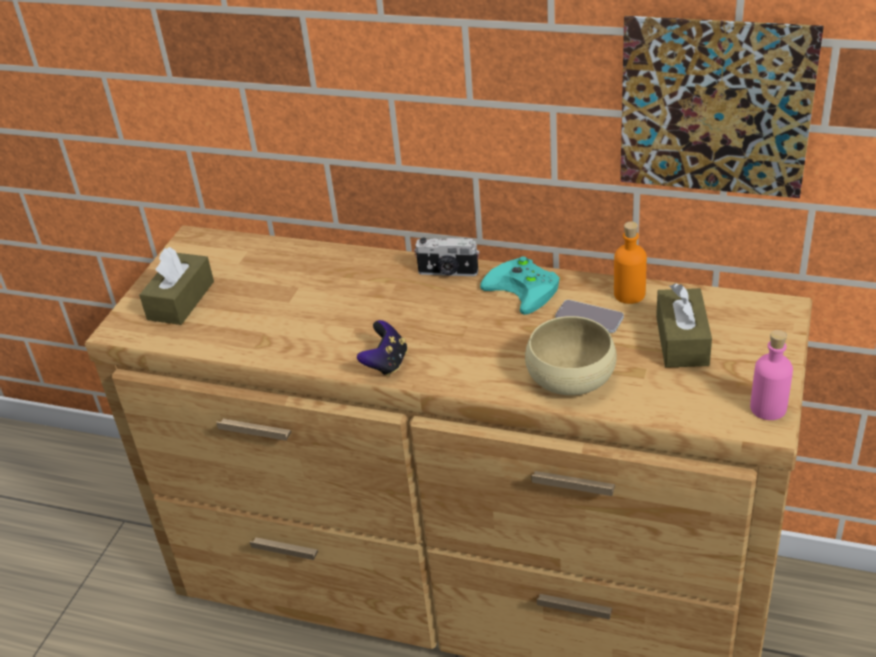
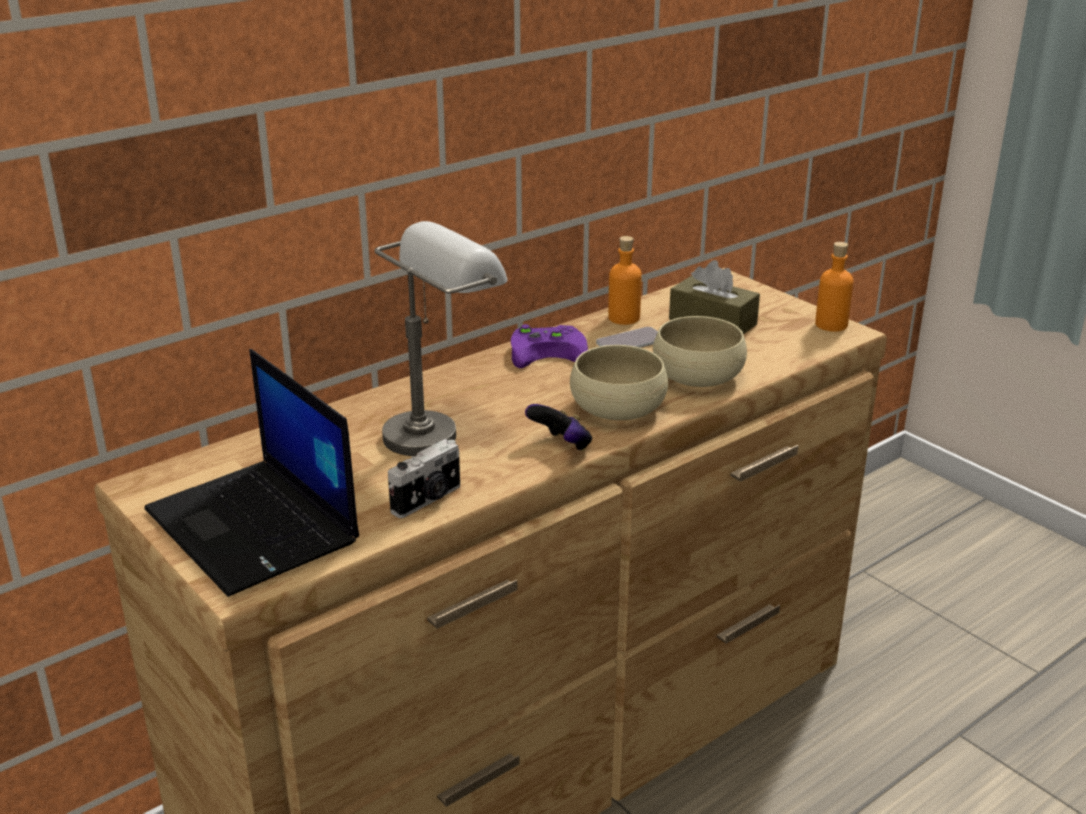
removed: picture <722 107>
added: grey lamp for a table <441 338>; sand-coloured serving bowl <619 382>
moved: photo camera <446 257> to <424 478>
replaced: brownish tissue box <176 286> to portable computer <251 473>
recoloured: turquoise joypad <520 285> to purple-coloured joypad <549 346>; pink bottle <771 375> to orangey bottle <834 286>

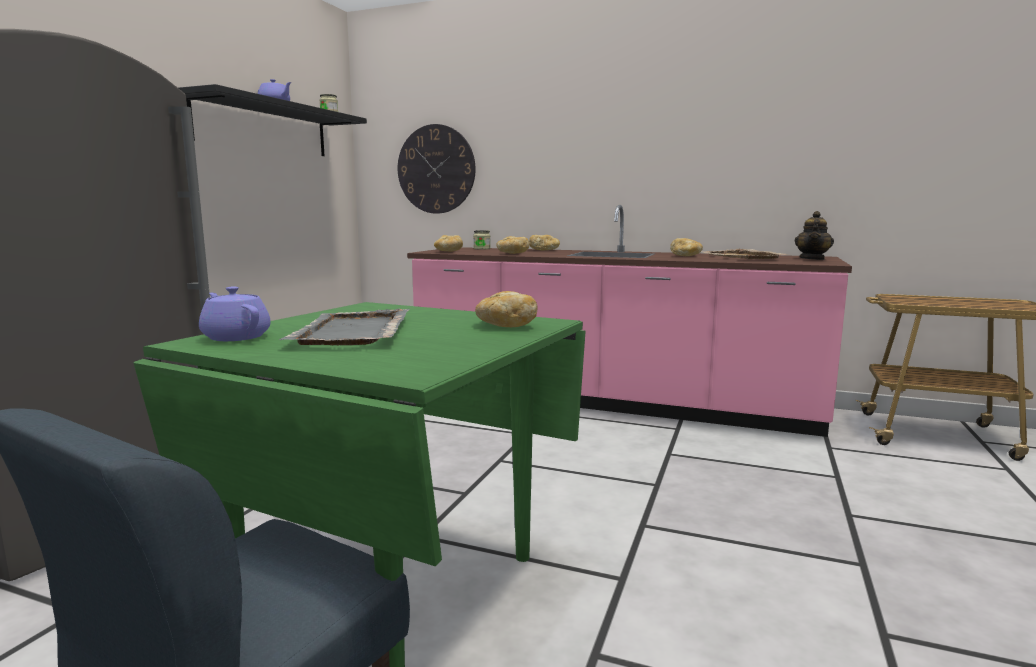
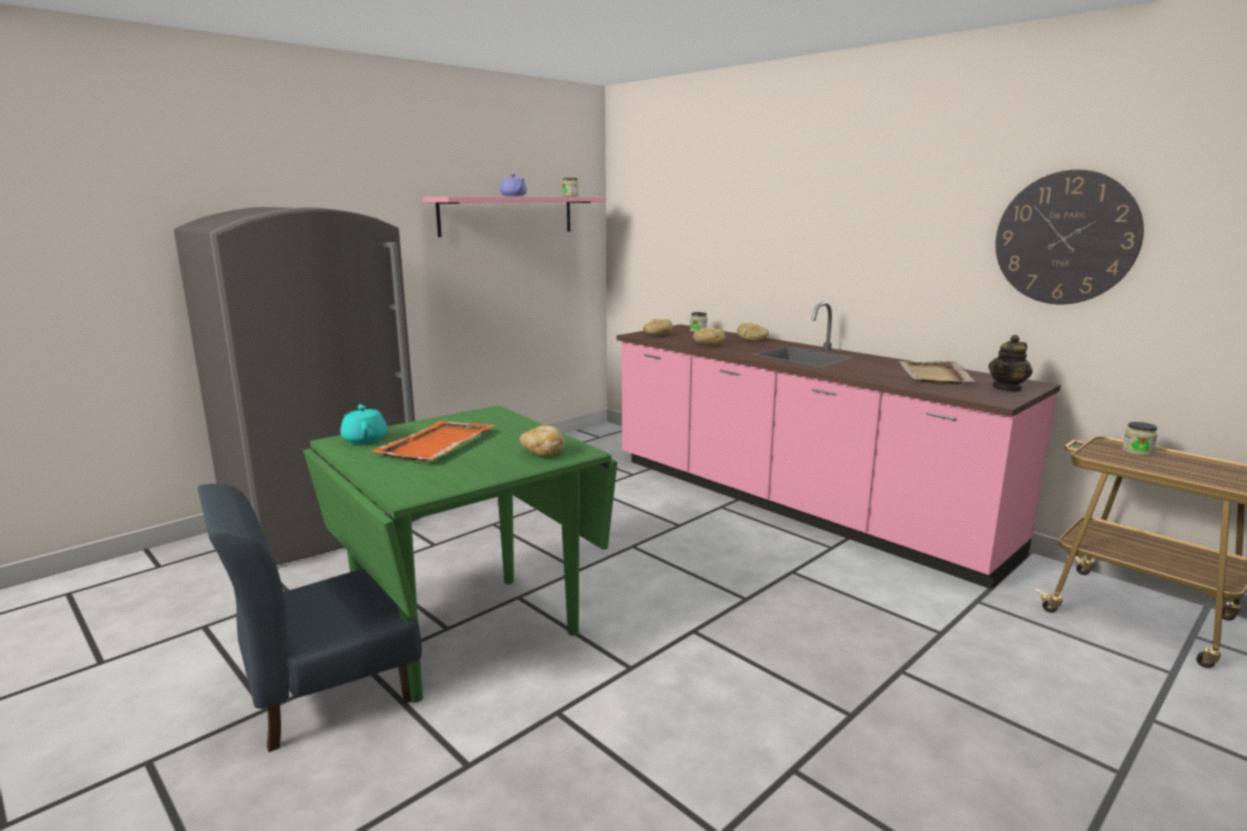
removed: bakery bread <686 247>
added: preserve jar <1140 439>
moved: clock on the wall <437 168> to <1069 237>
recoloured: blackish shelf <273 120> to pink shelf <514 217>; purple-coloured pot for tea <235 313> to turquoise pot for tea <363 424>; grey carrying tray <345 326> to orangey carrying tray <432 441>

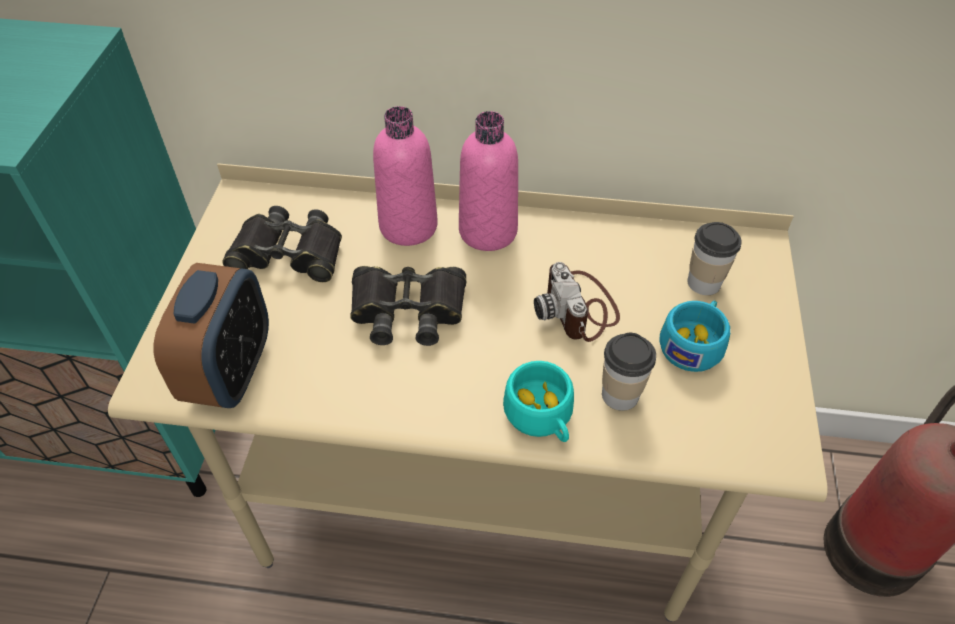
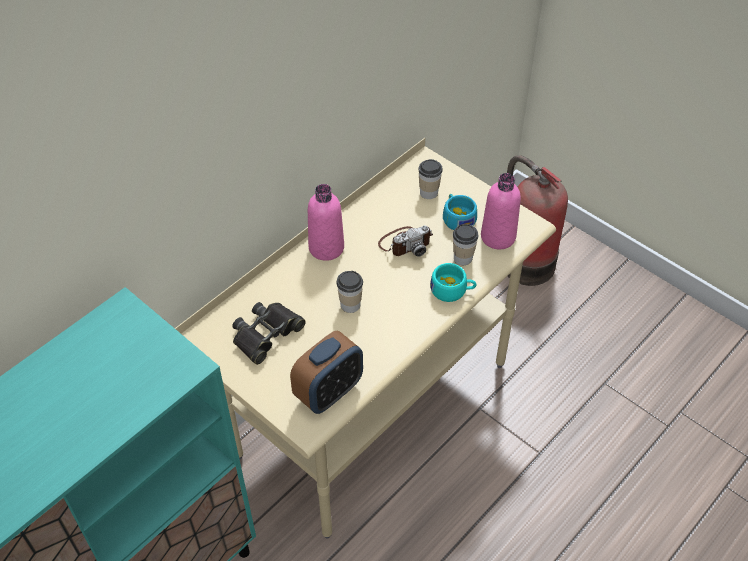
moved: pink bottle <405 176> to <501 211>
replaced: blackish binoculars <408 306> to small cup <349 292>
turned: bedside clock <211 335> = <326 372> 90 degrees clockwise; photo camera <577 302> = <405 241> 45 degrees counterclockwise

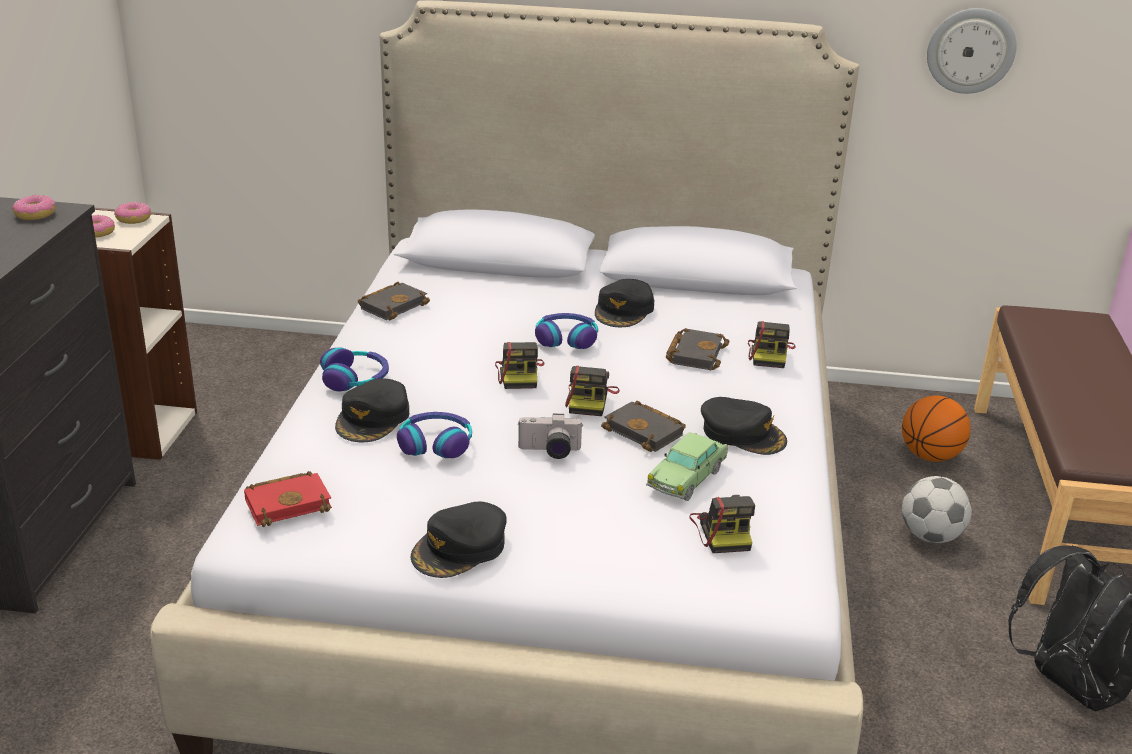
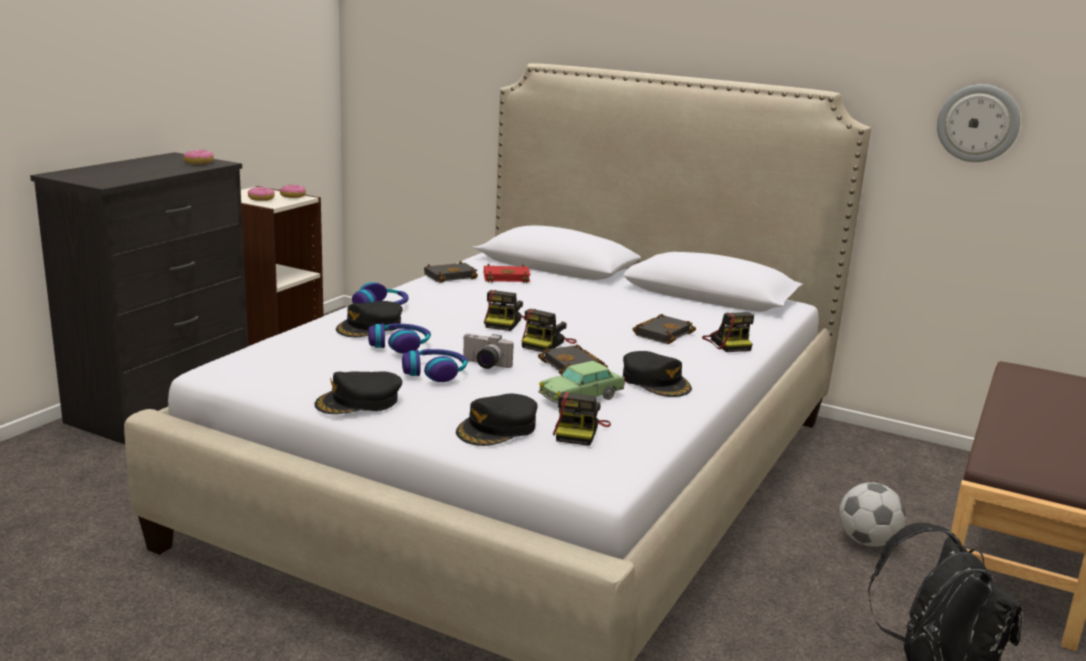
removed: basketball <936 429>
moved: reddish volume <288 499> to <507 273>; headset <566 331> to <435 365>; blackish peaked cap <624 303> to <496 420>
turned: photo camera <772 344> = <728 332> 45 degrees counterclockwise

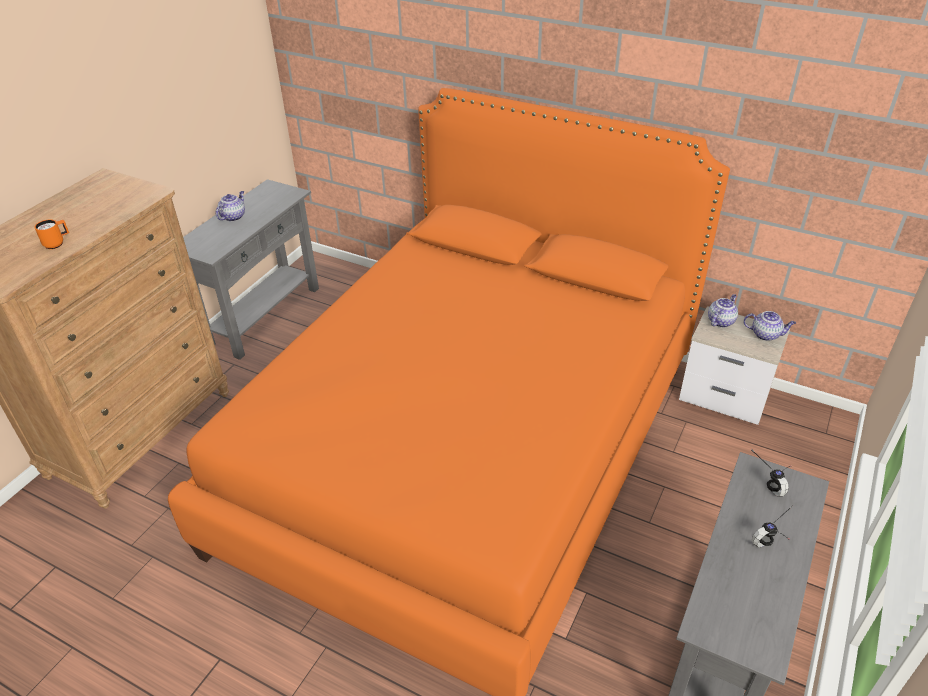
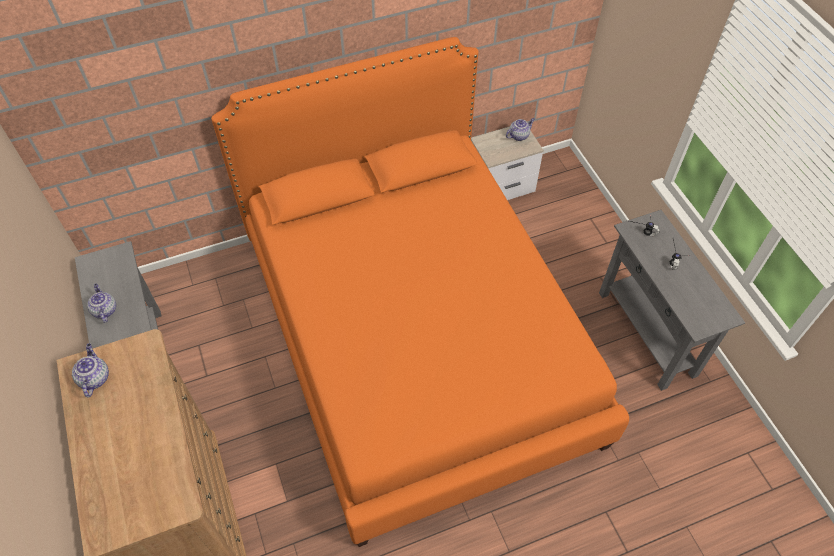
removed: orangey coffee mug <51 234>
moved: pot for tea <723 311> to <90 370>

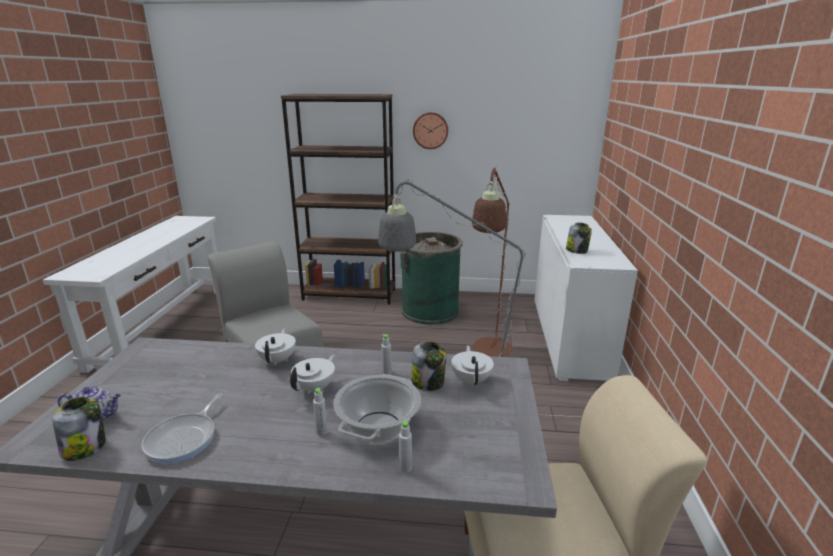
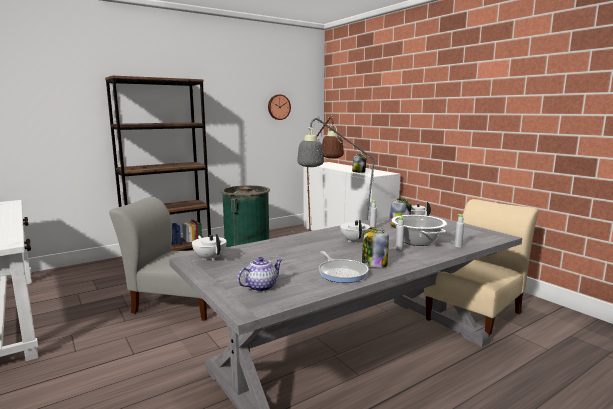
moved: preserve jar <79 429> to <375 247>; white-coloured pot for tea <275 347> to <209 247>; clock on the wall <430 130> to <279 107>

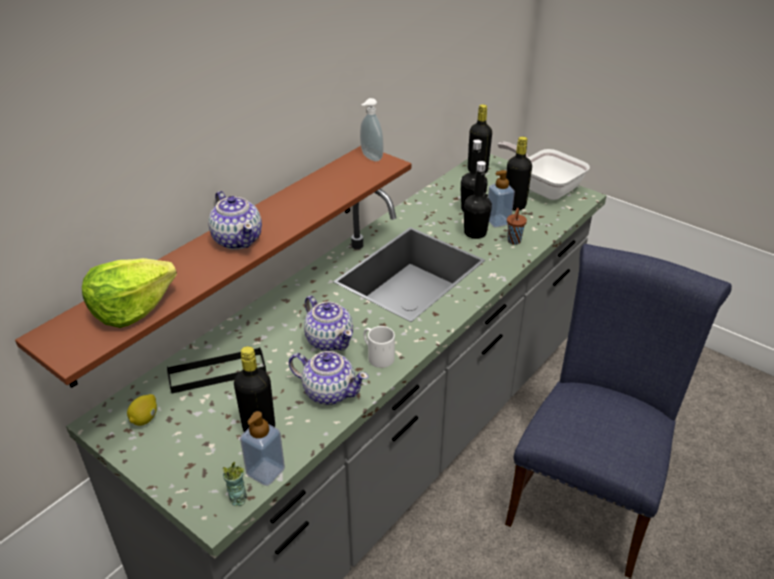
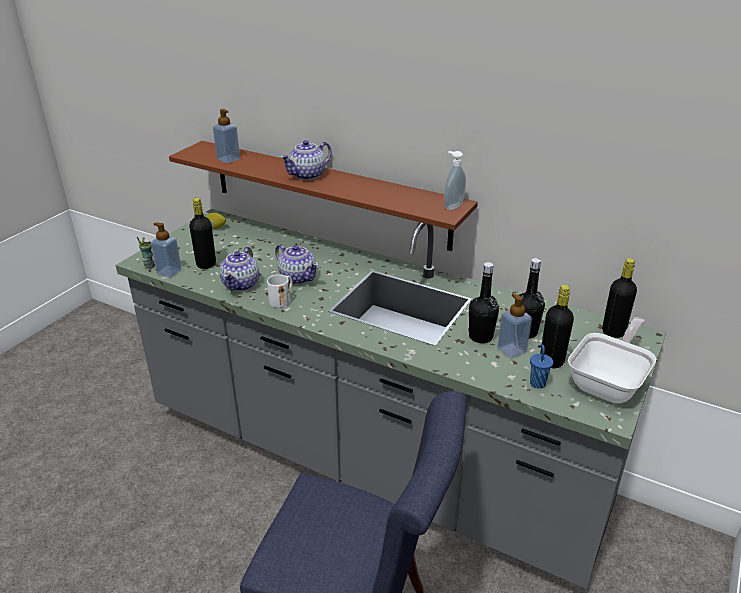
removed: blackish carrying tray <216 370>; brownish small cup <517 226>
added: blue small cup <541 366>
replaced: lettuce <129 293> to liquid soap bottle <226 136>
turned: pot for tea <328 323> = <297 264> 90 degrees counterclockwise

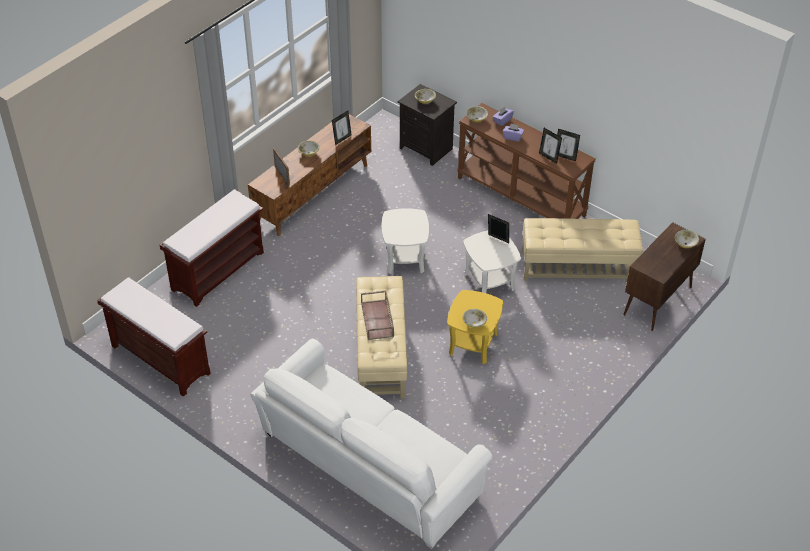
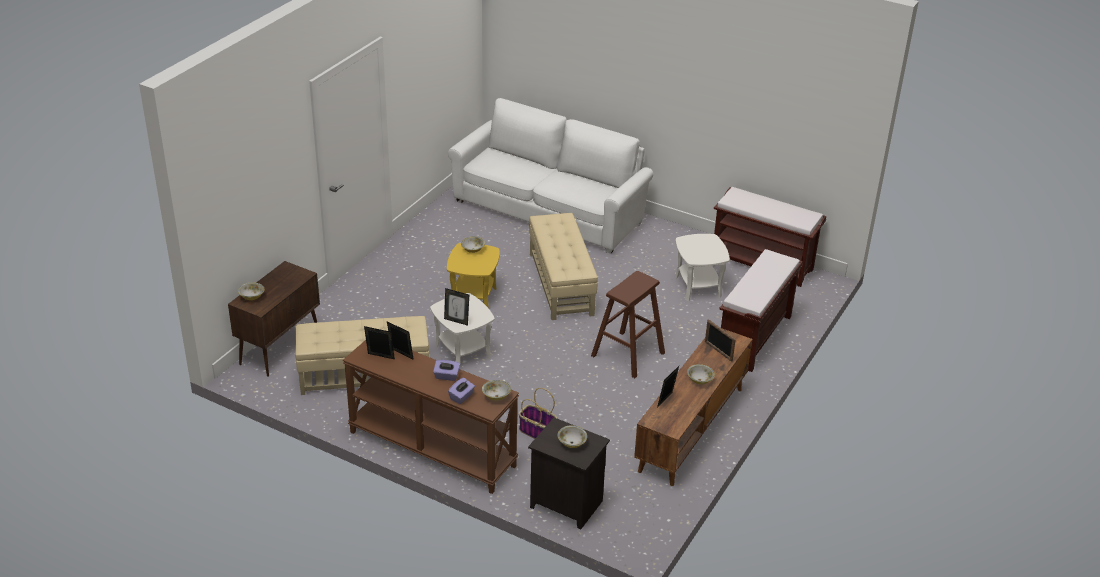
removed: brownish carrying tray <377 315>
added: basket <538 413>; brownish stool <628 324>
moved: white-coloured accent table <405 241> to <702 267>

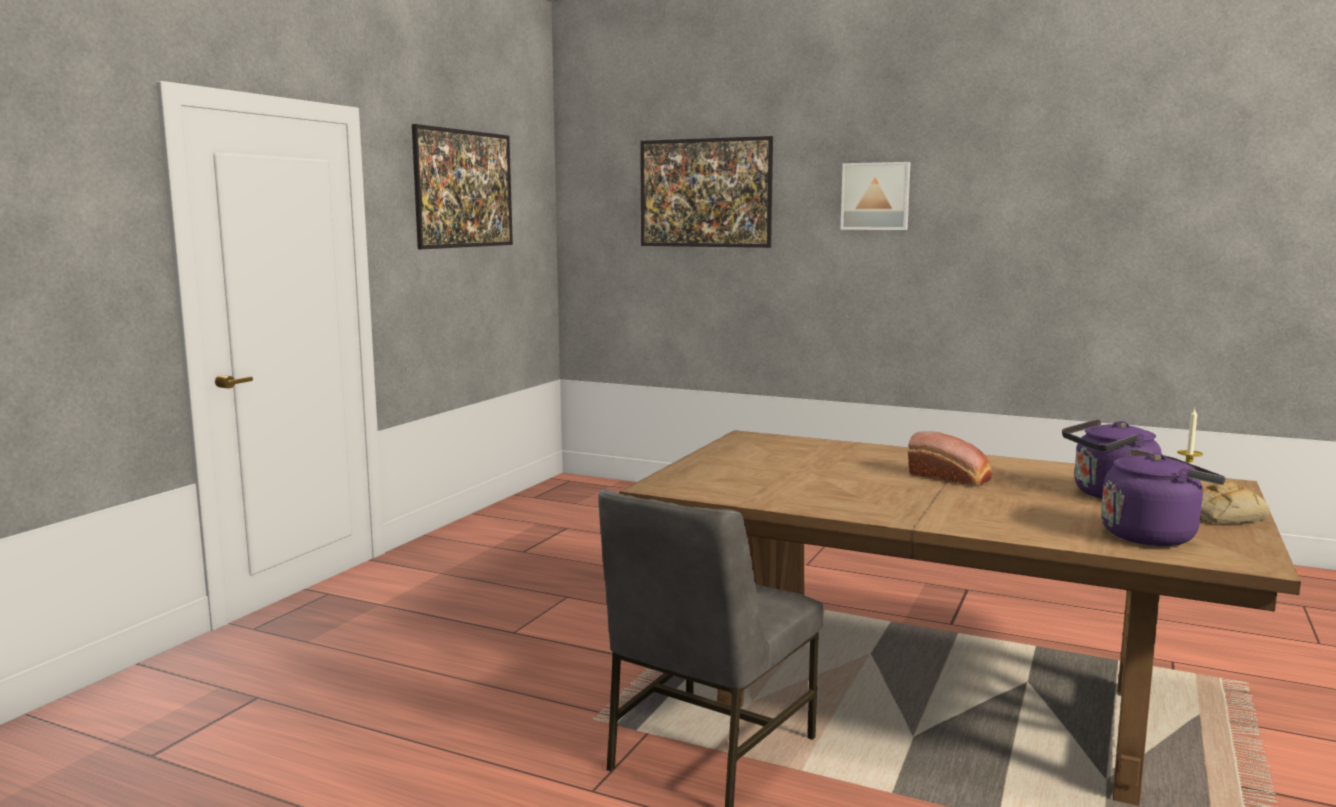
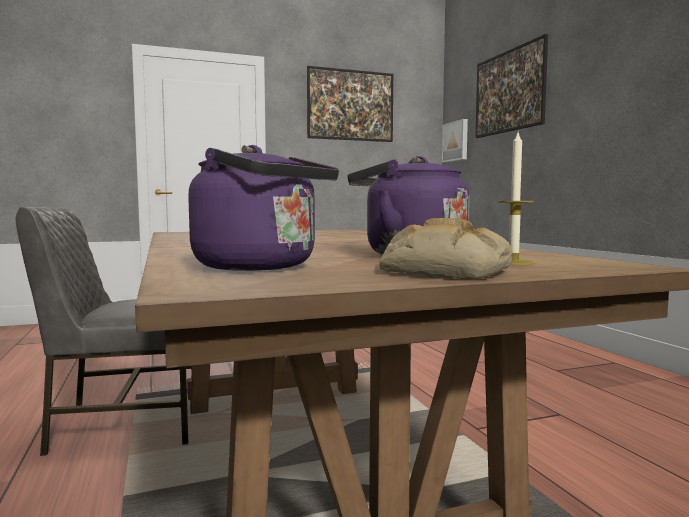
removed: bakery bread <950 458>
moved: picture <875 196> to <455 141>

